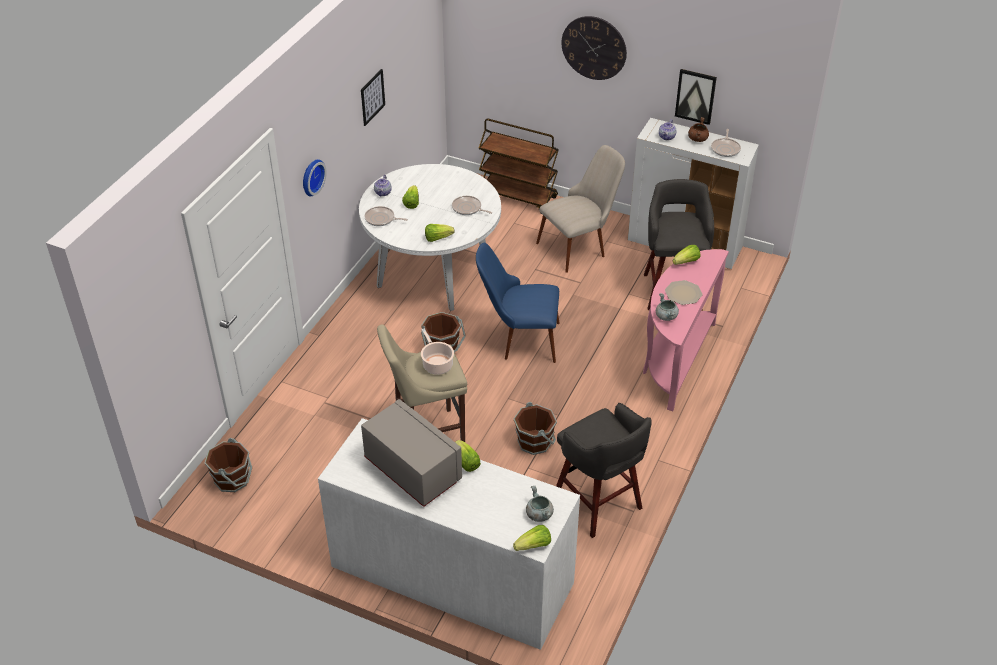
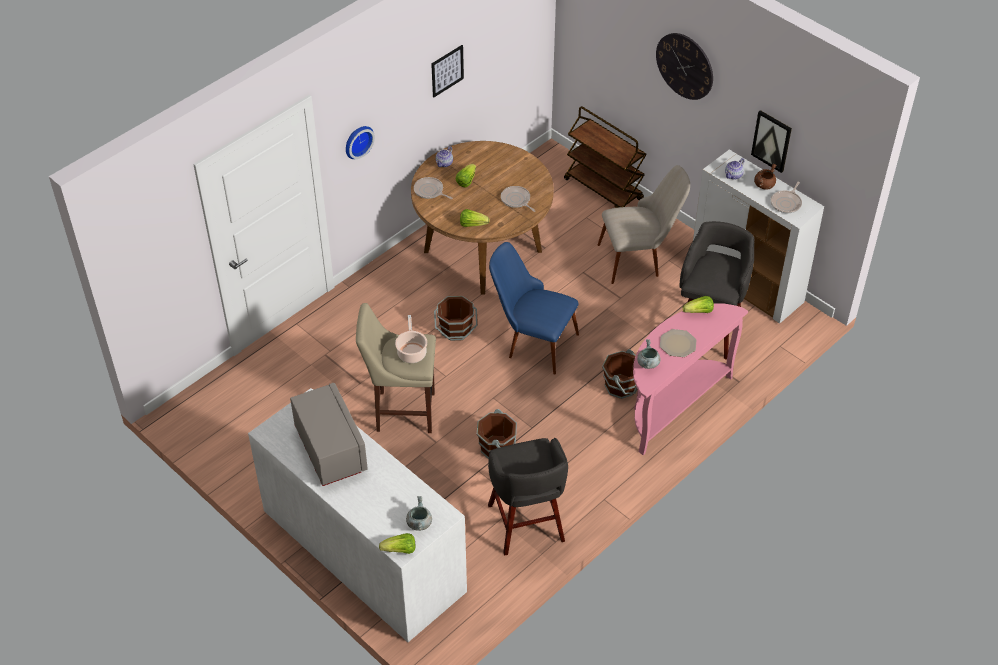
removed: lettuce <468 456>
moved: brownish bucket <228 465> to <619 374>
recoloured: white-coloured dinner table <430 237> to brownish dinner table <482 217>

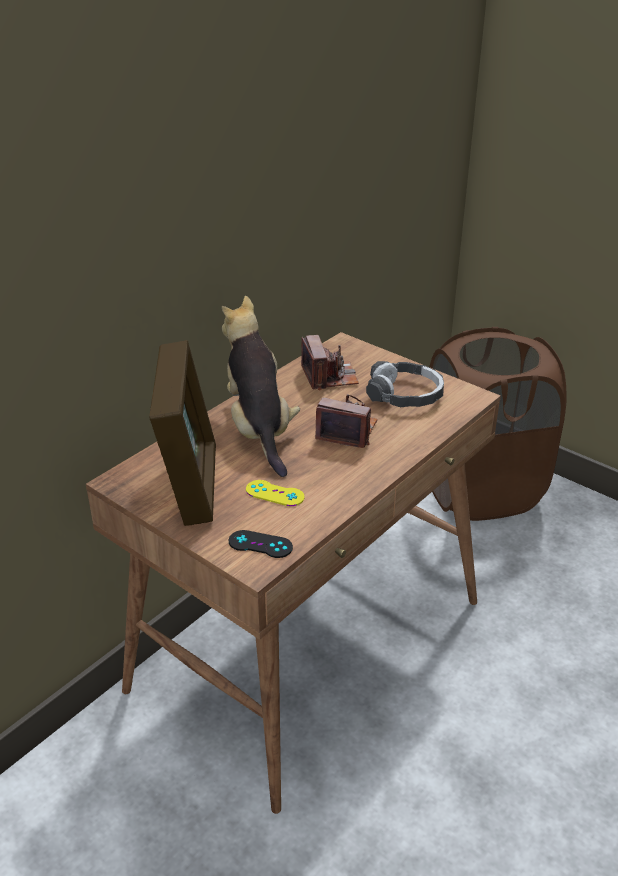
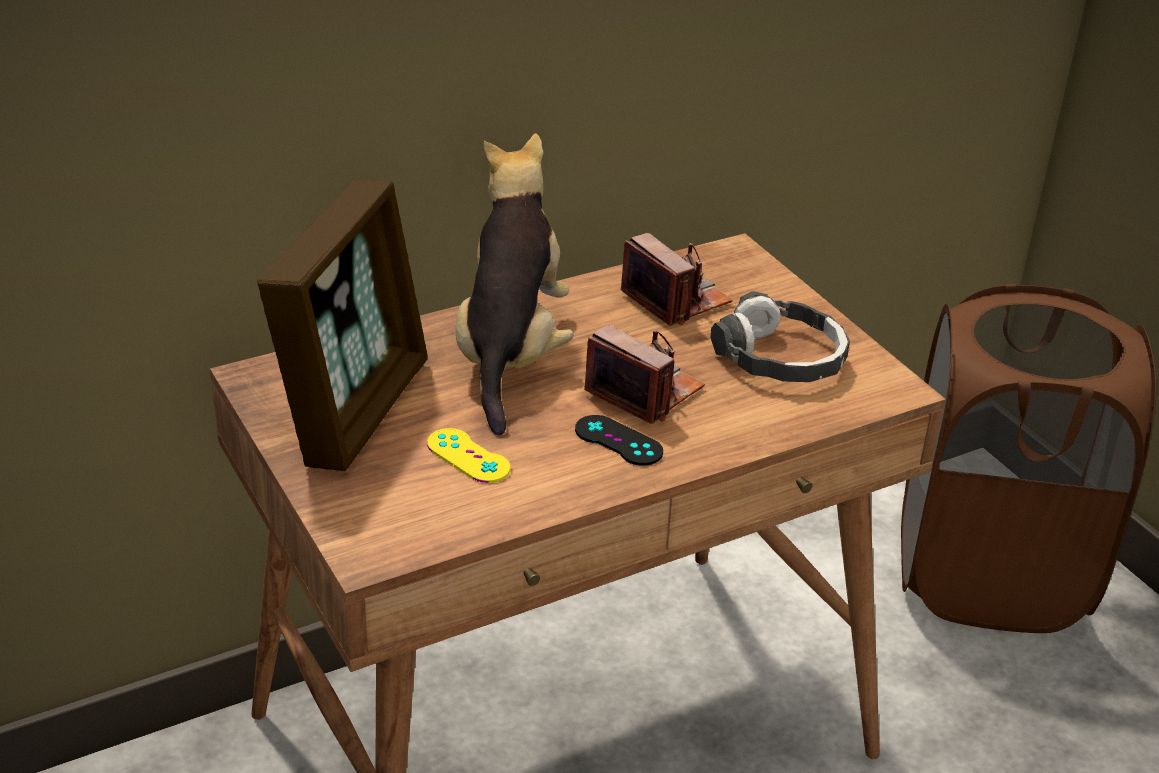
moved: blackish joypad <261 544> to <619 440>
turned: photo camera <330 363> = <677 279> 45 degrees counterclockwise

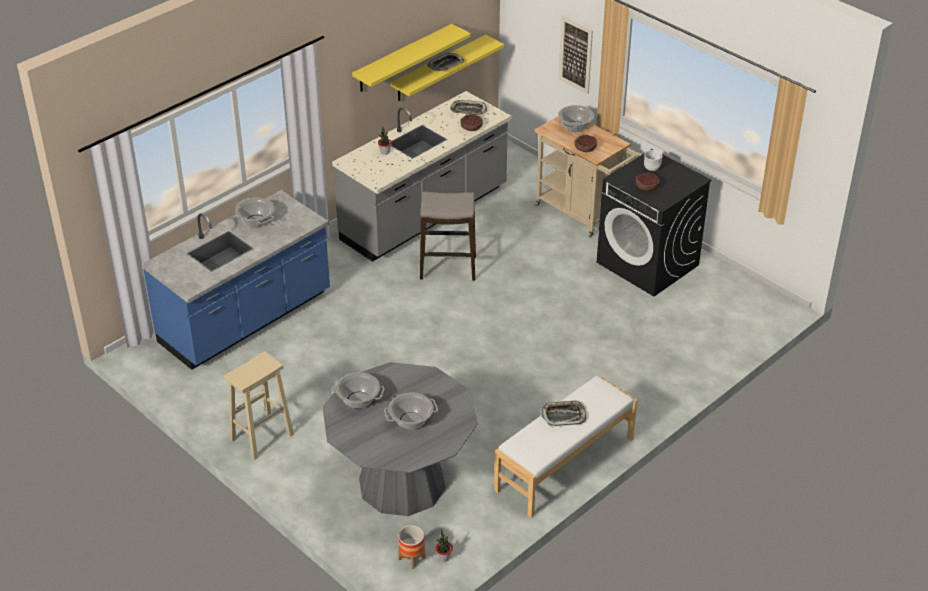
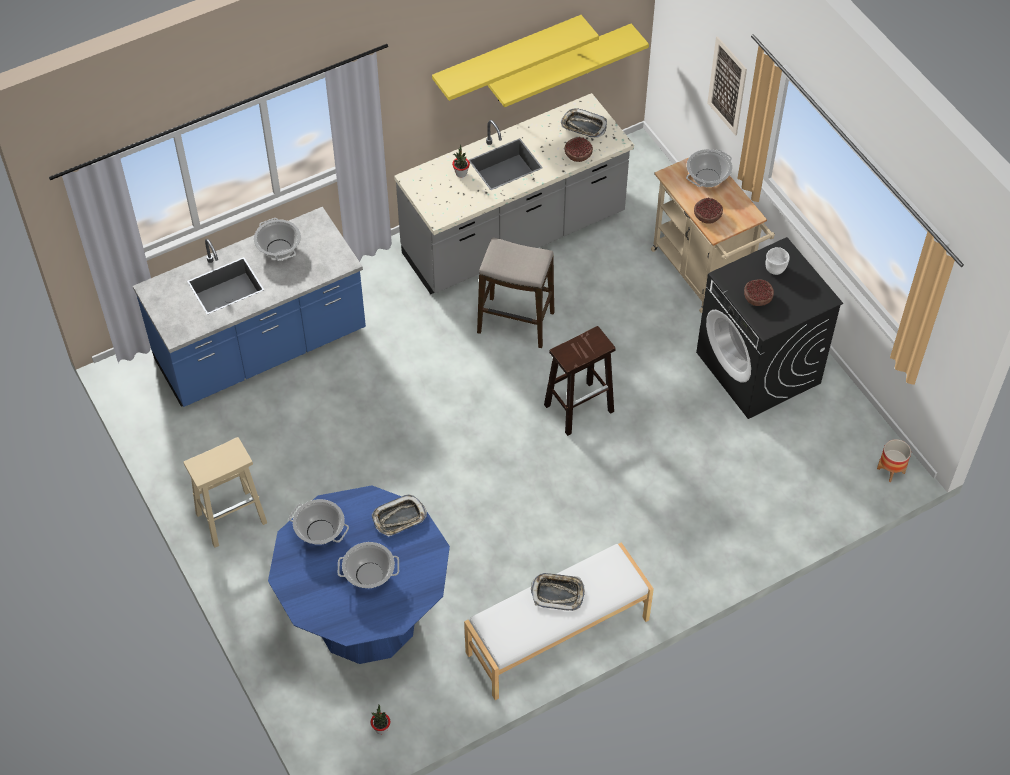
added: brownish stool <580 381>
moved: planter <411 547> to <894 460>; carrying tray <445 62> to <399 515>
recoloured: grey dinner table <400 439> to blue dinner table <359 574>

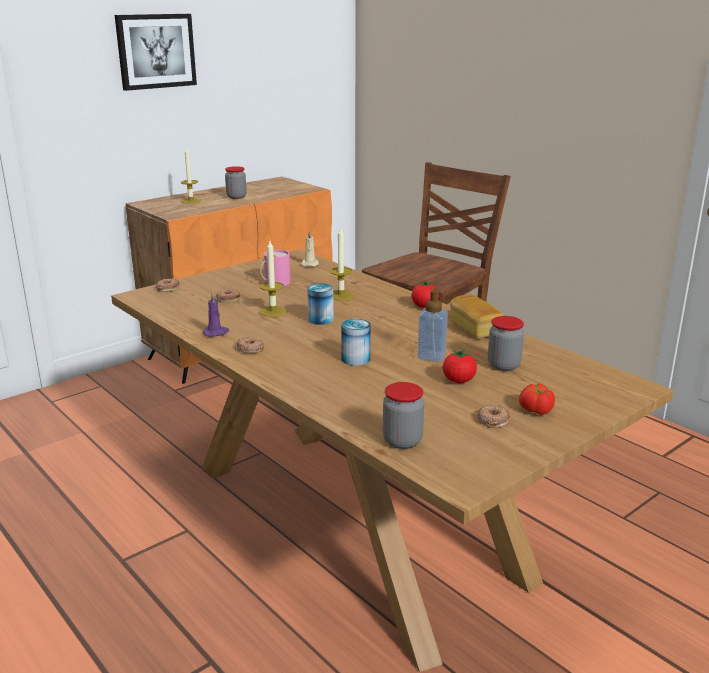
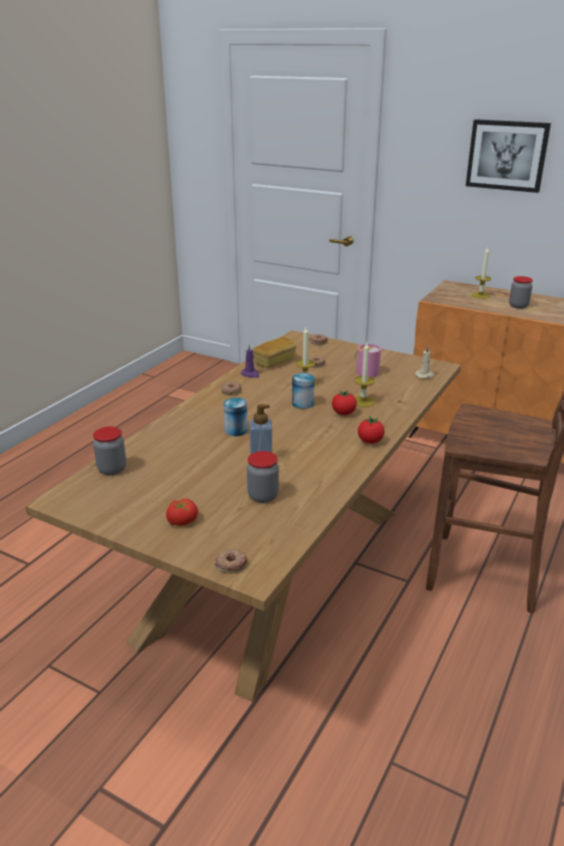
moved: fresh tomato <460 366> to <344 402>; bakery bread <476 316> to <274 352>; ring doughnut <493 416> to <231 561>

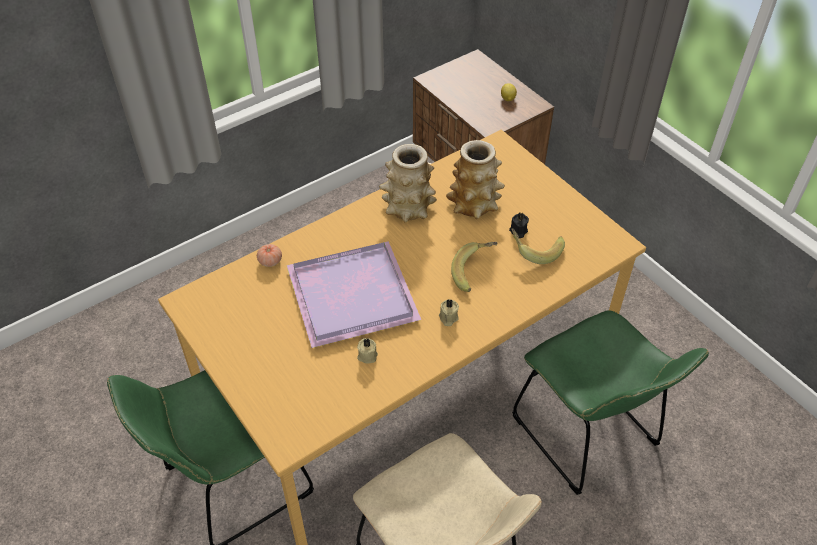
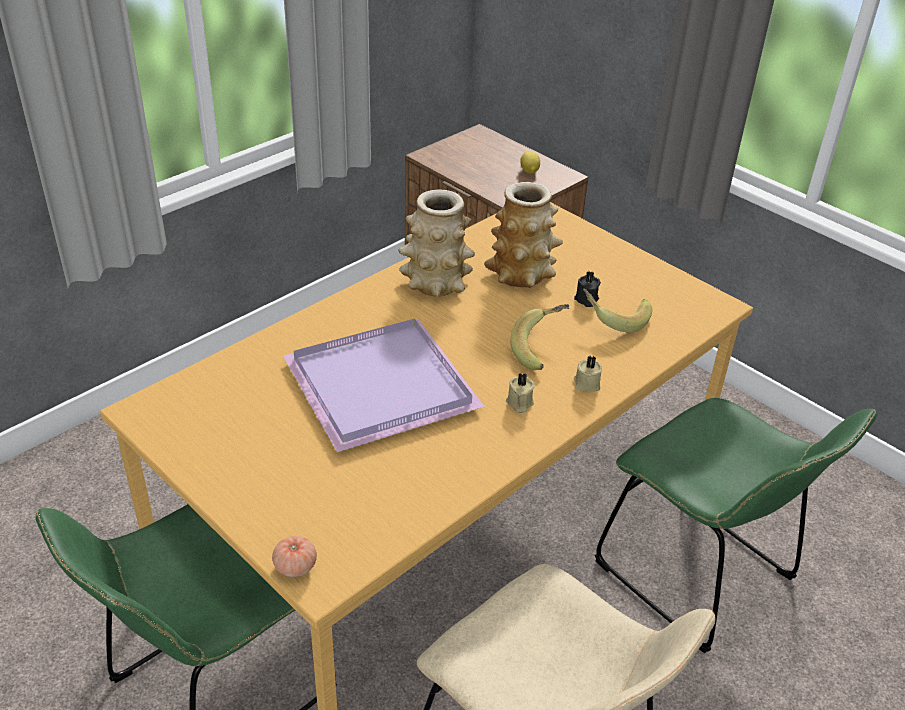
moved: fresh tomato <269 255> to <294 556>; sand-coloured wax light <367 350> to <588 374>

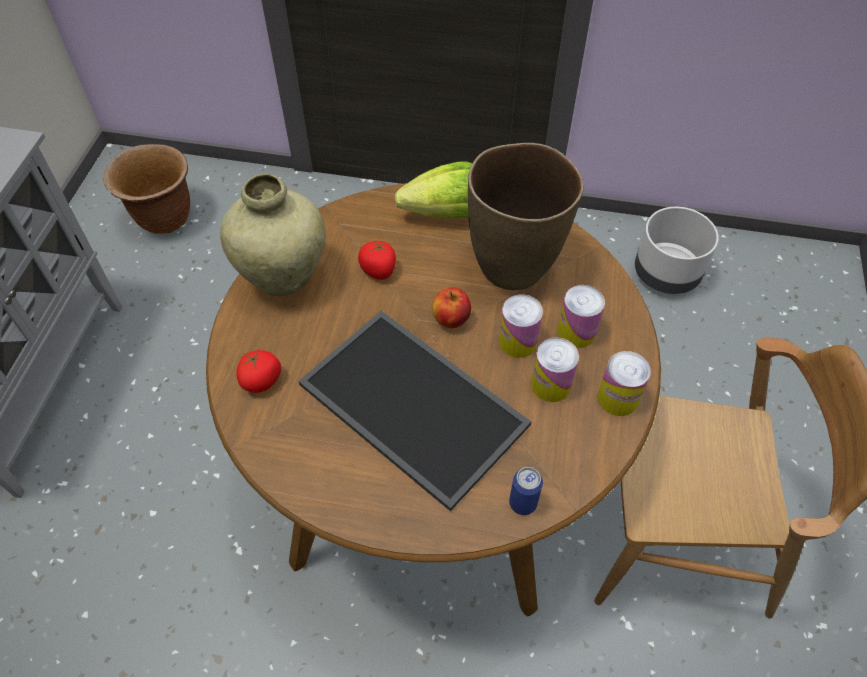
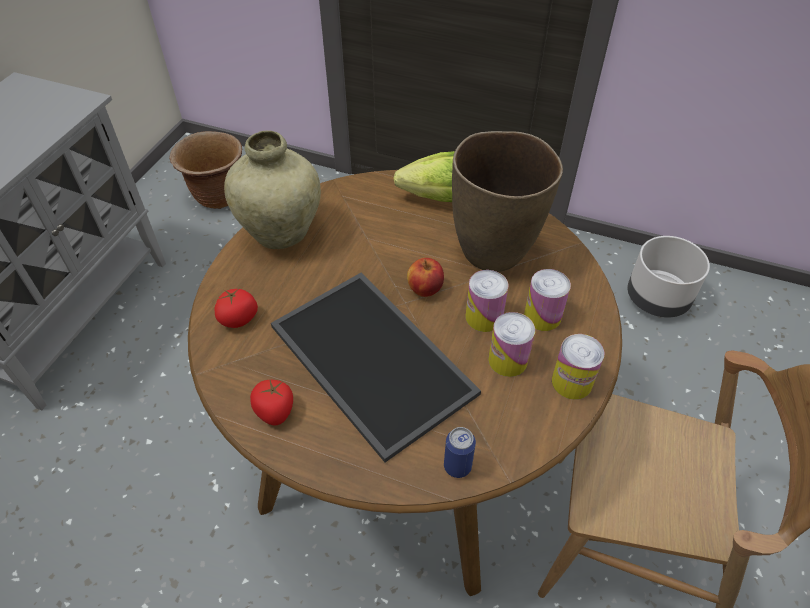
moved: fresh tomato <377 260> to <271 403>

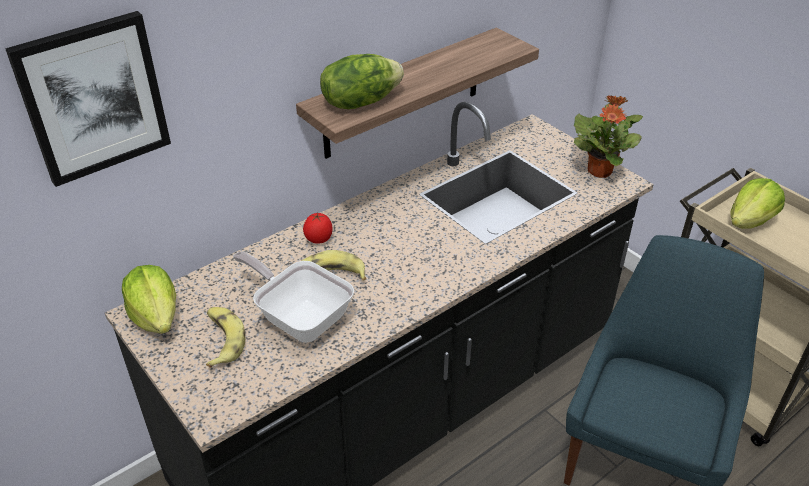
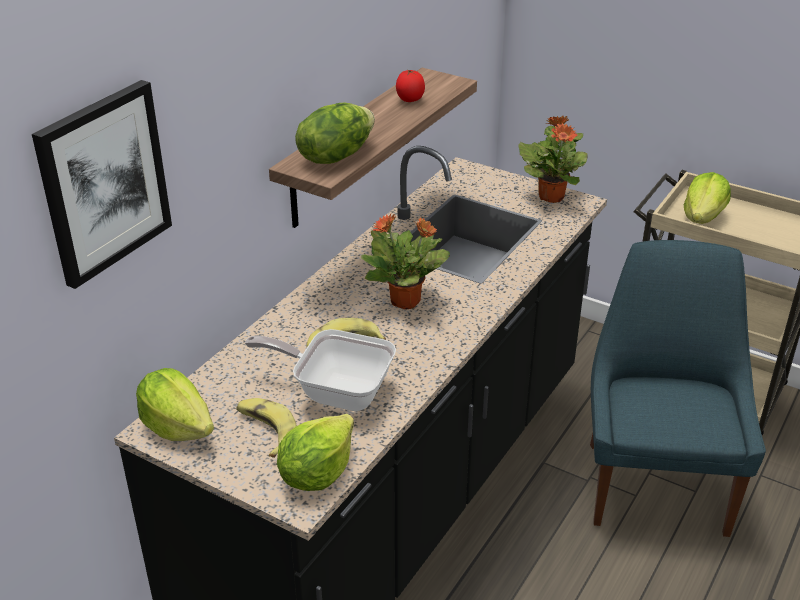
added: lettuce <315 452>; plant in a pot <405 261>
moved: fresh tomato <318 228> to <410 85>

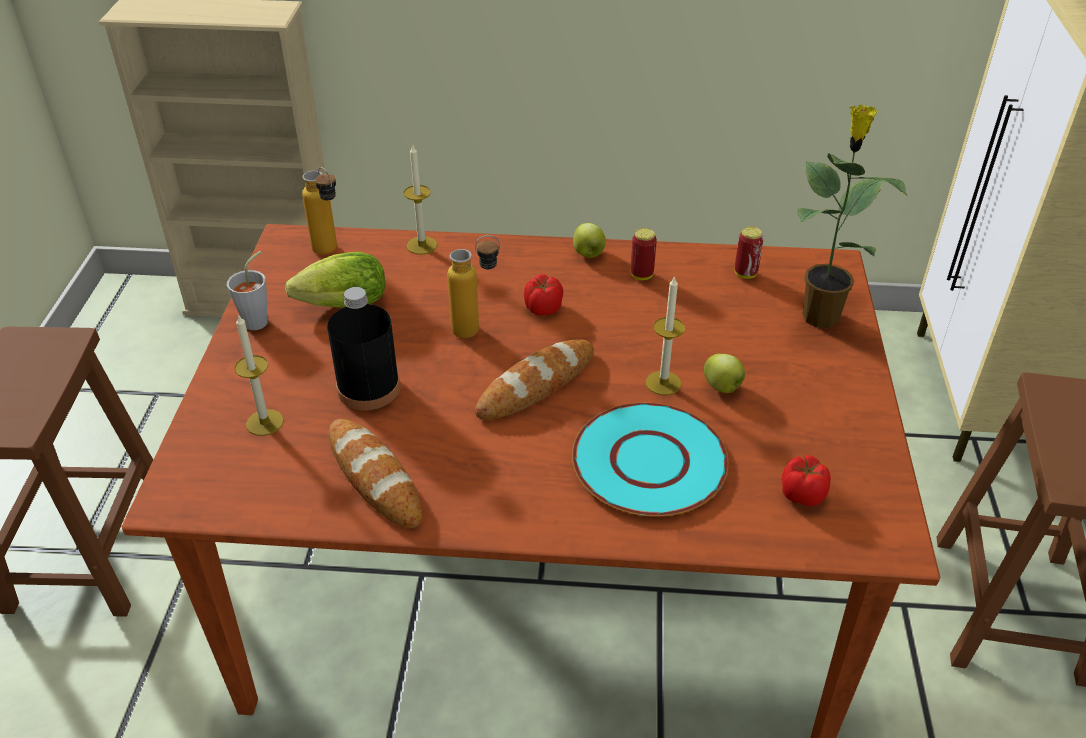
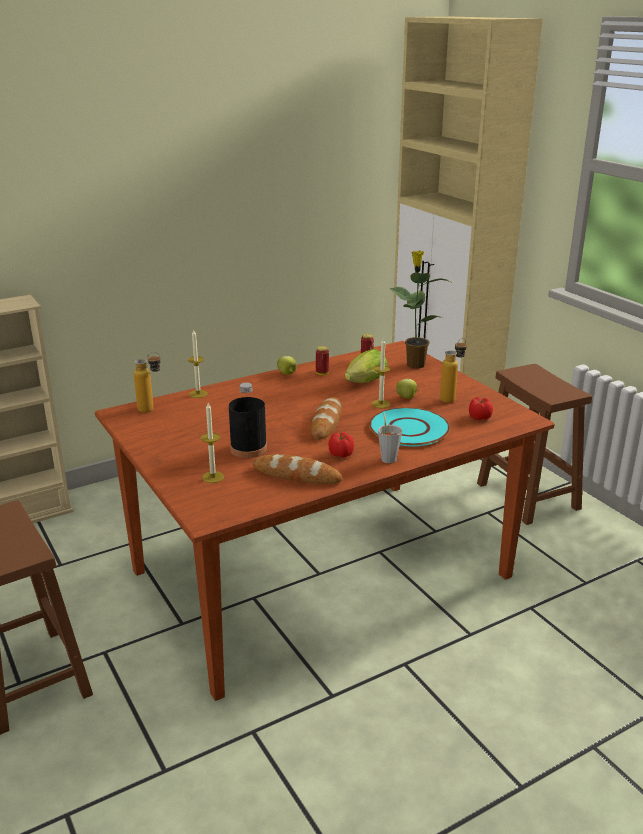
moved: grey small cup <247 290> to <390 438>; lettuce <335 280> to <366 366>; bottle <473 286> to <453 370>; fresh tomato <543 295> to <341 445>

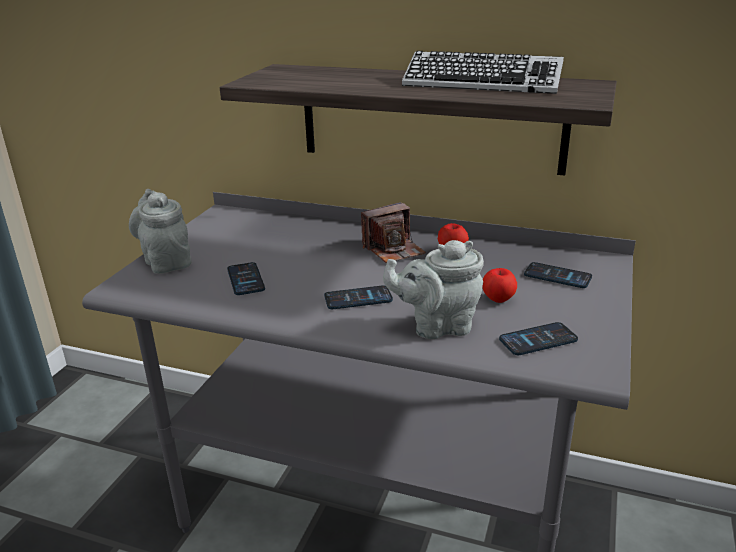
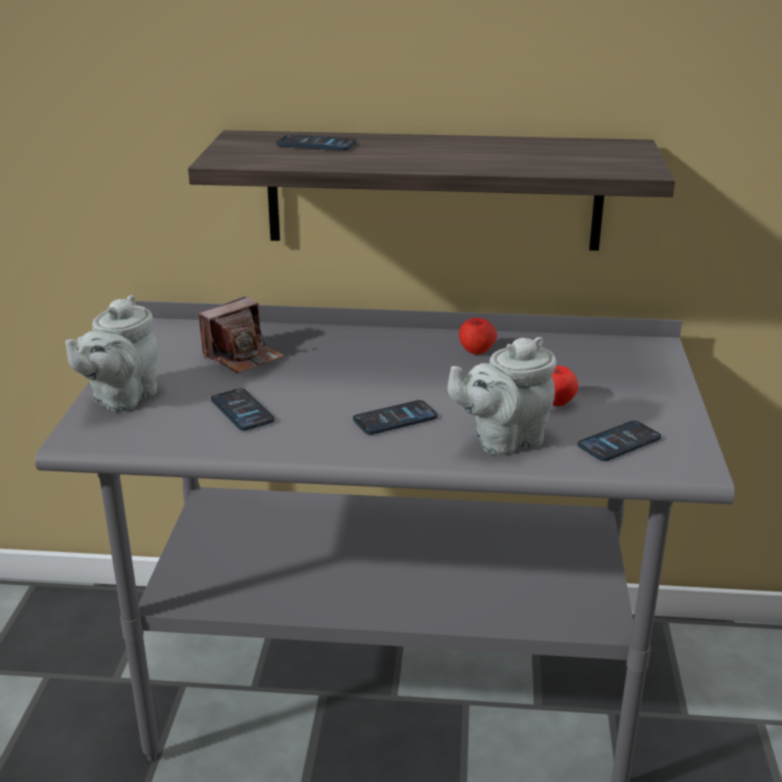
removed: PC keyboard <483 72>
moved: photo camera <393 232> to <241 334>; handset <558 275> to <316 142>
turned: grey pot for tea <160 231> = <111 353> 105 degrees counterclockwise

